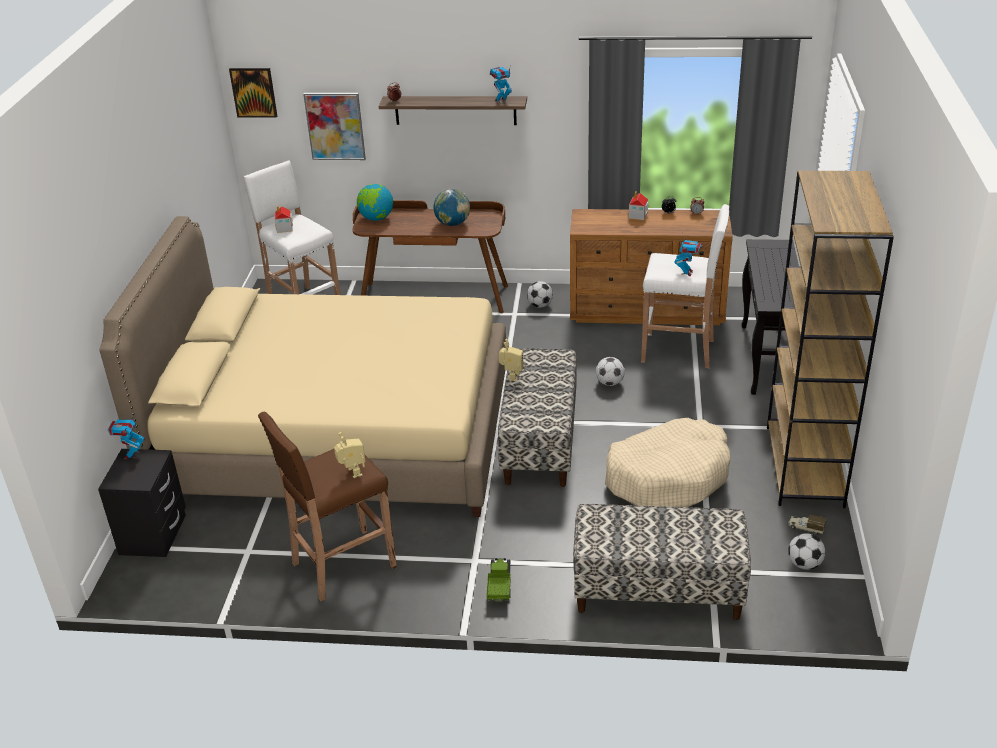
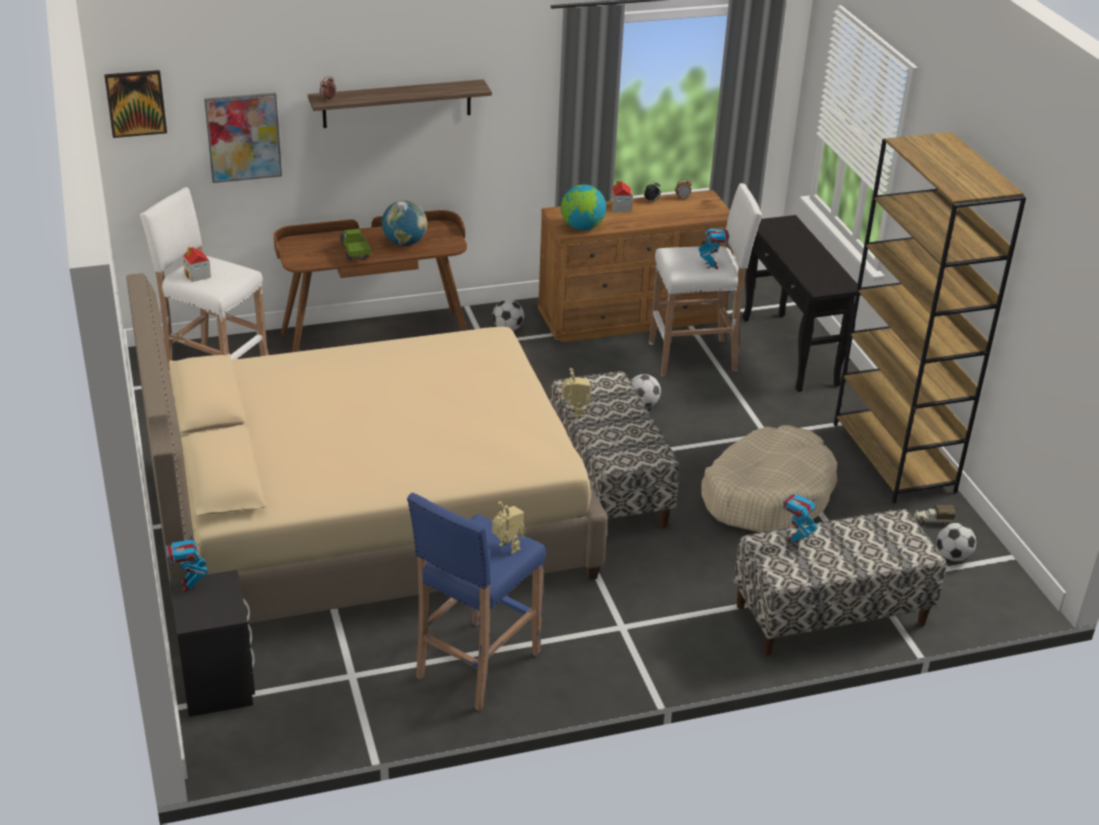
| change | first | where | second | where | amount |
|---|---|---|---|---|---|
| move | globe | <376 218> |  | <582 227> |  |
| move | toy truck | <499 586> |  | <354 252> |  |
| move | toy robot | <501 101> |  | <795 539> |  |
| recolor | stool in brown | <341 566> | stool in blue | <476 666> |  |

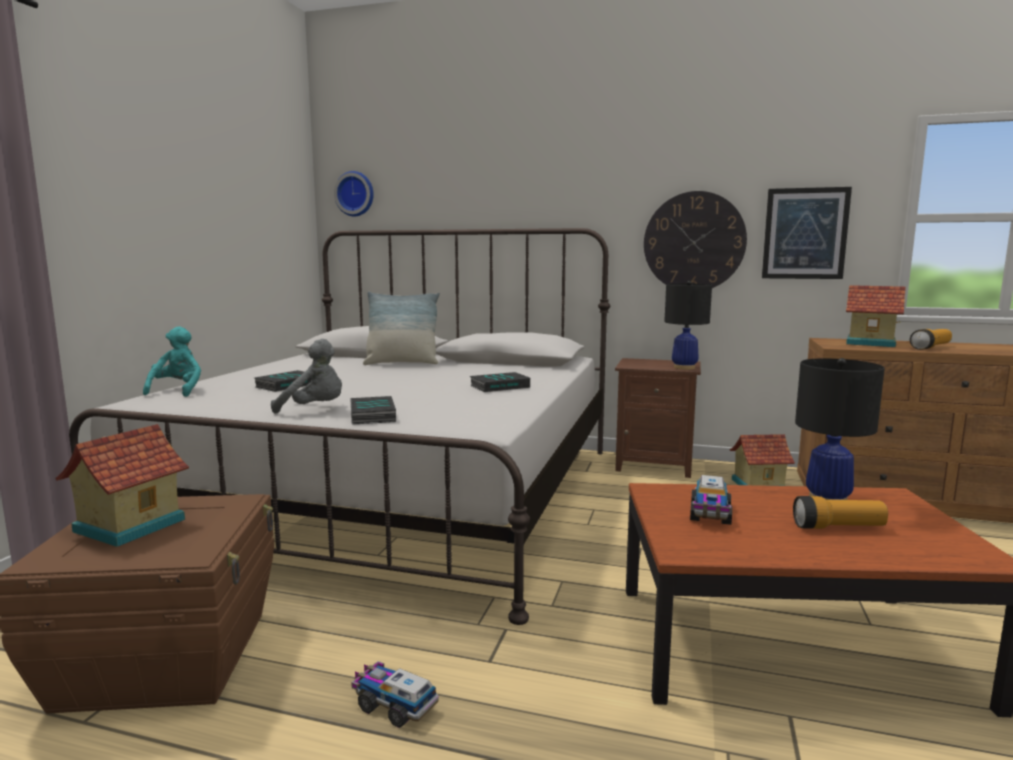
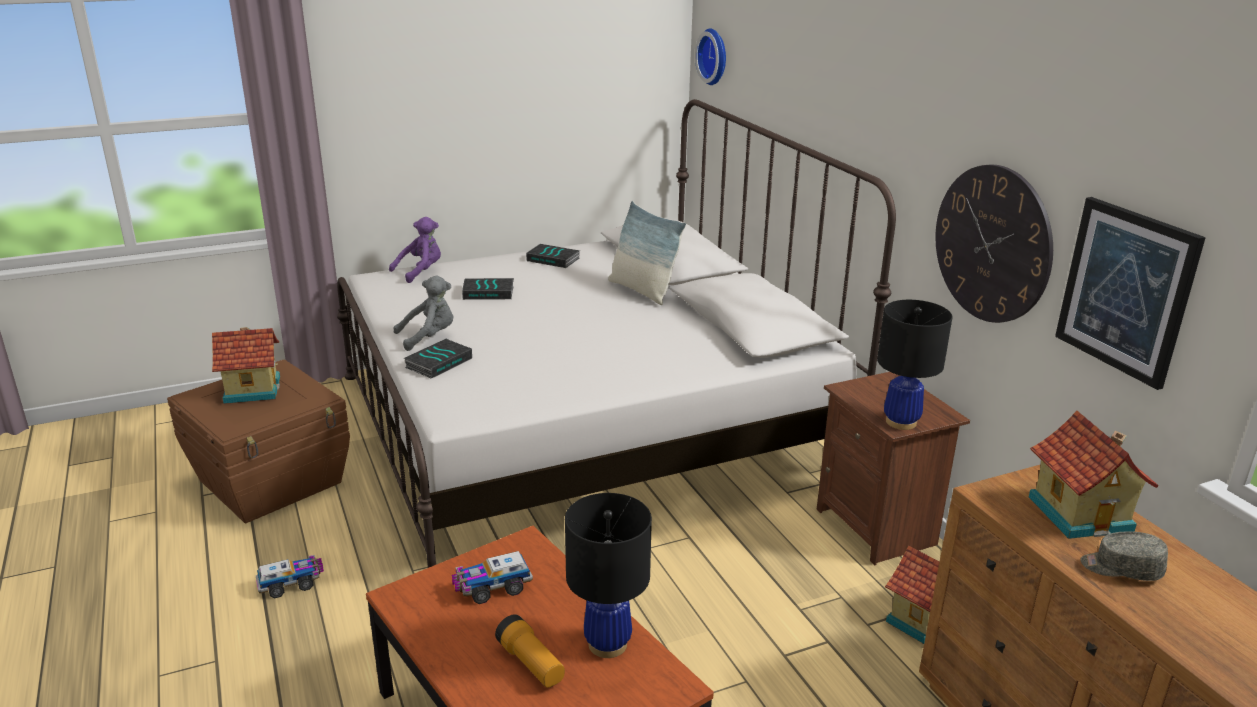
| change | first | where | second | where | amount |
|---|---|---|---|---|---|
| move | book | <500 386> |  | <554 259> |  |
| replace | flashlight | <931 347> | cap in grey | <1121 568> |  |
| recolor | plush toy in turquoise | <178 391> | plush toy in purple | <420 272> |  |
| rotate | plush toy in grey | <315 409> |  | <429 337> | 90 degrees counterclockwise |
| rotate | toy truck | <393 705> |  | <291 584> | 75 degrees clockwise |

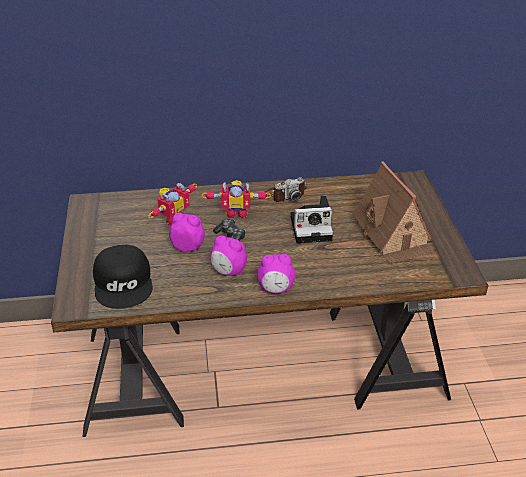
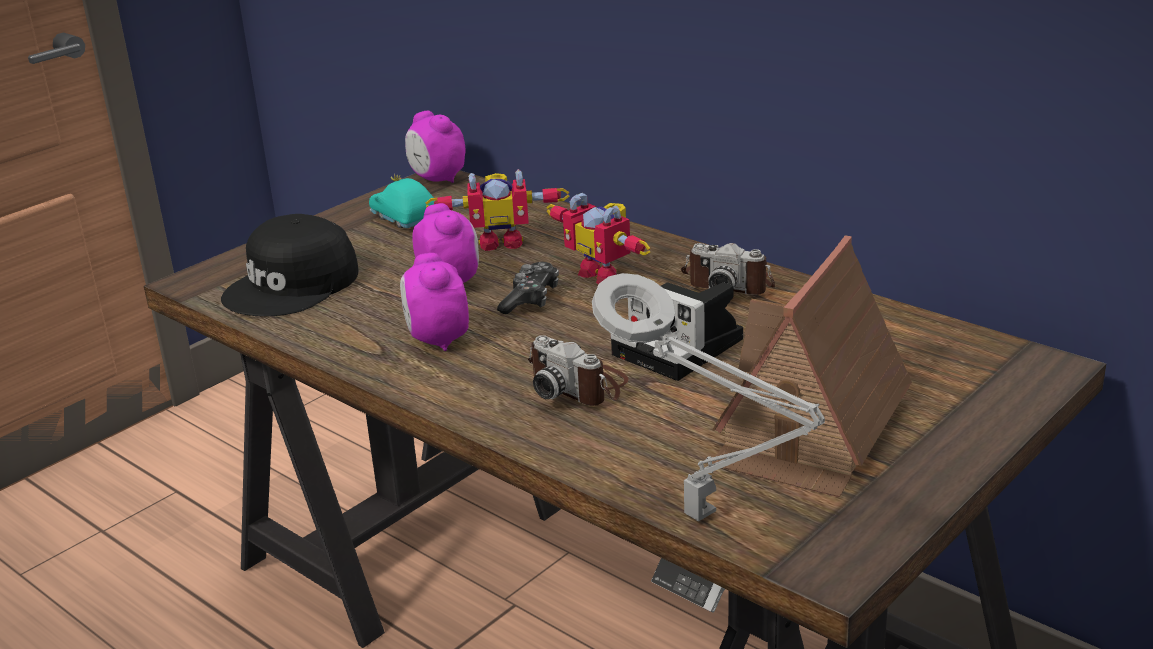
| change | first | where | second | where | amount |
|---|---|---|---|---|---|
| insert |  |  | toy car in turquoise | <404 219> |  |
| insert |  |  | photo camera | <579 385> |  |
| insert |  |  | table lamp in grey | <706 519> |  |
| move | alarm clock | <276 289> |  | <437 179> |  |

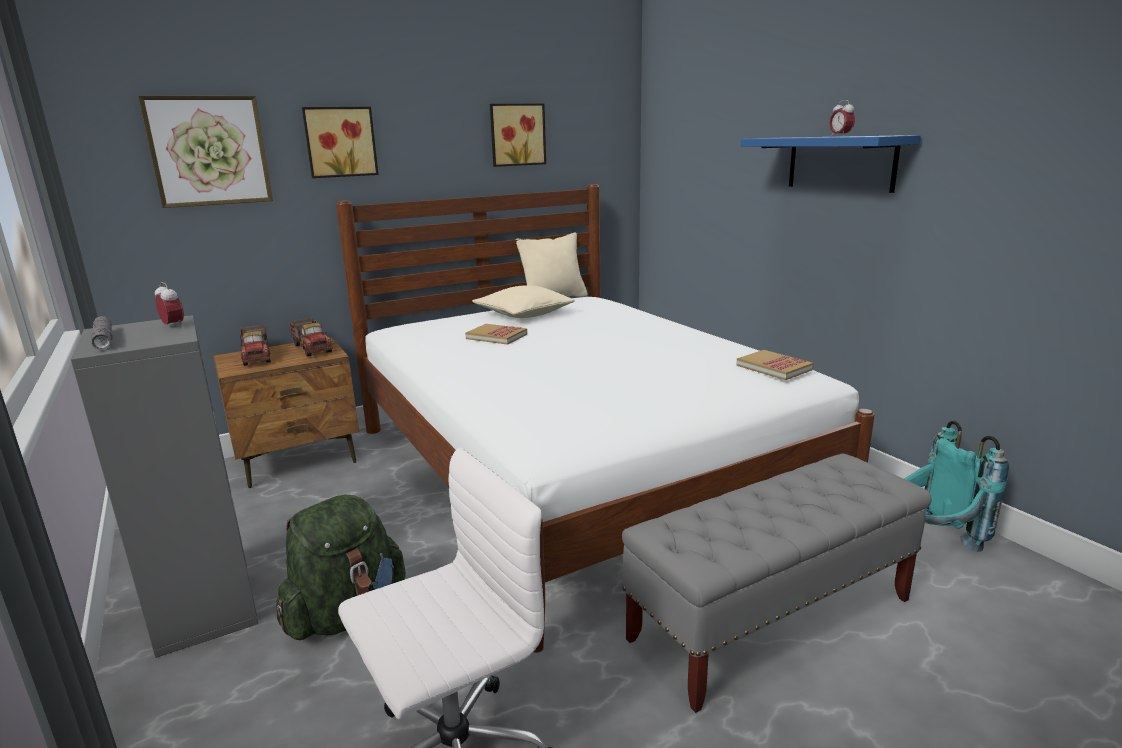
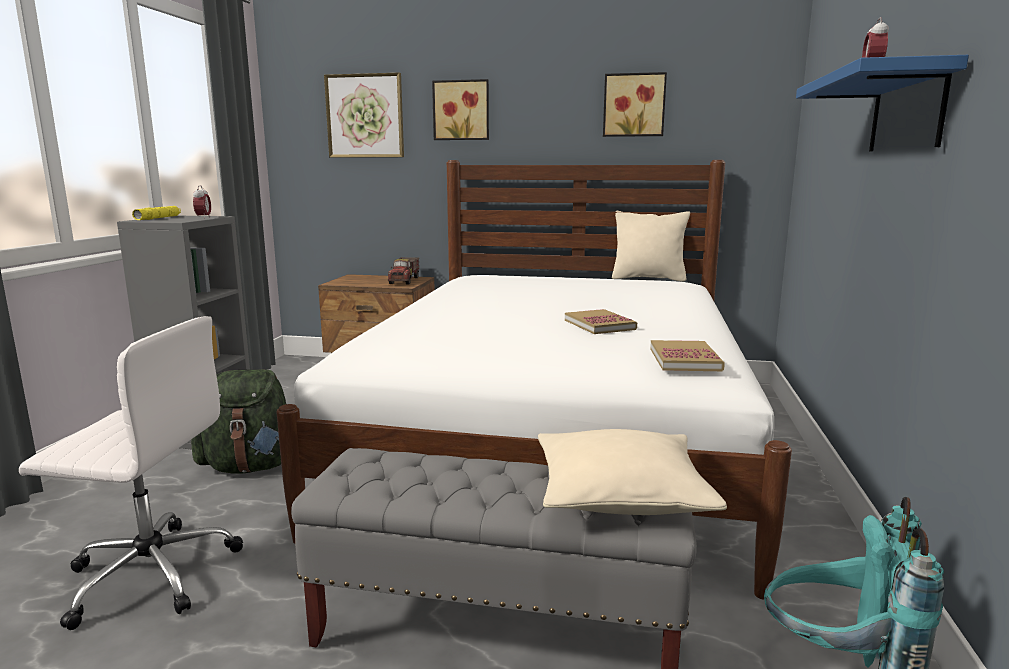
| change | first | where | second | where | amount |
|---|---|---|---|---|---|
| delete | toy truck | <257 357> |  |  |  |
| move | book | <496 336> |  | <599 325> |  |
| move | pillow in beige | <524 314> |  | <621 494> |  |
| recolor | flashlight in grey | <104 340> | flashlight in yellow | <158 218> |  |

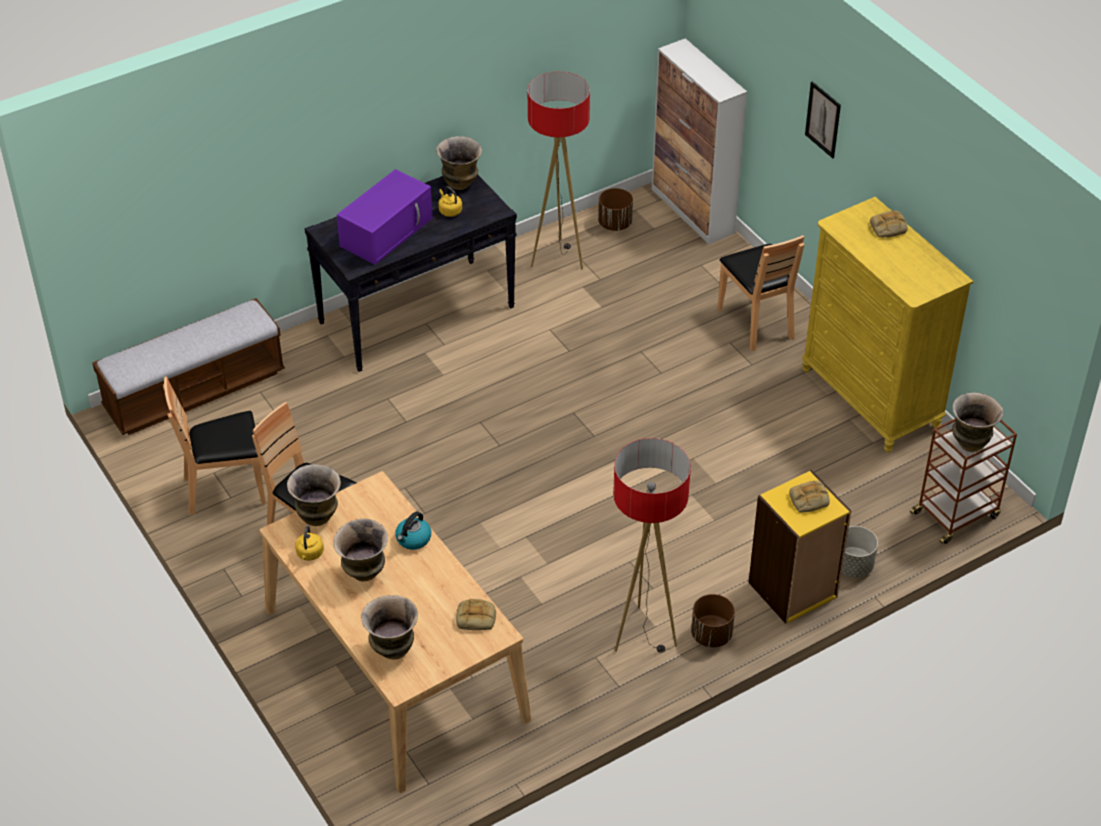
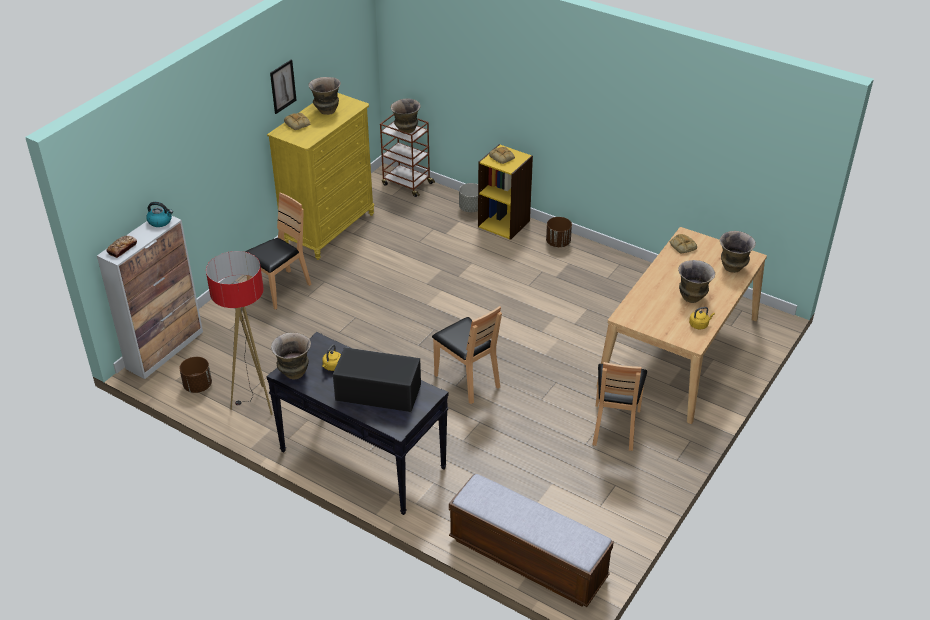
| change | first | where | second | where | amount |
|---|---|---|---|---|---|
| delete | floor lamp | <643 635> |  |  |  |
| insert |  |  | bread | <122 248> |  |
| move | chair in brown | <226 489> |  | <467 380> |  |
| move | vase | <317 516> |  | <326 111> |  |
| move | kettle | <413 539> |  | <160 221> |  |
| move | picture | <823 119> |  | <283 86> |  |
| recolor | microwave in purple | <387 231> | microwave in black | <377 392> |  |

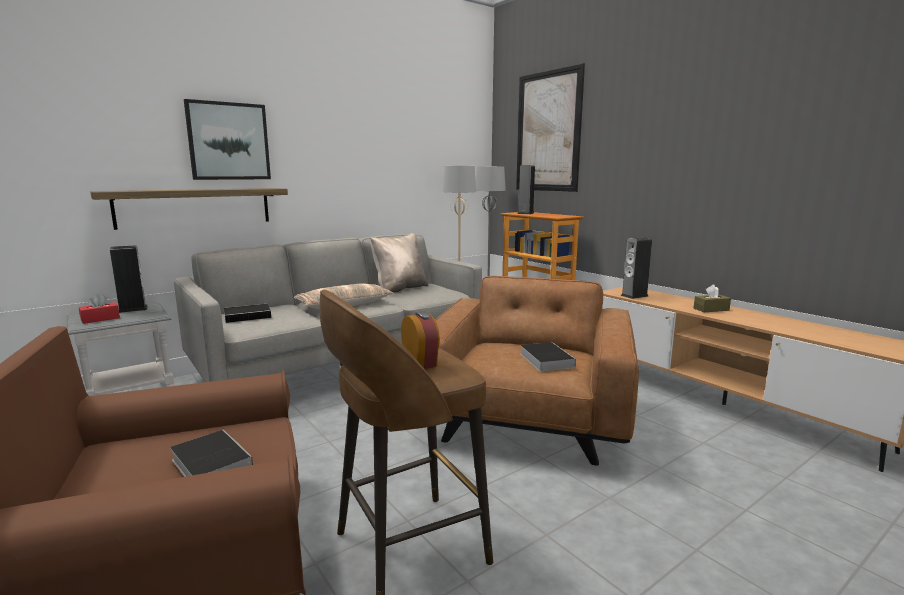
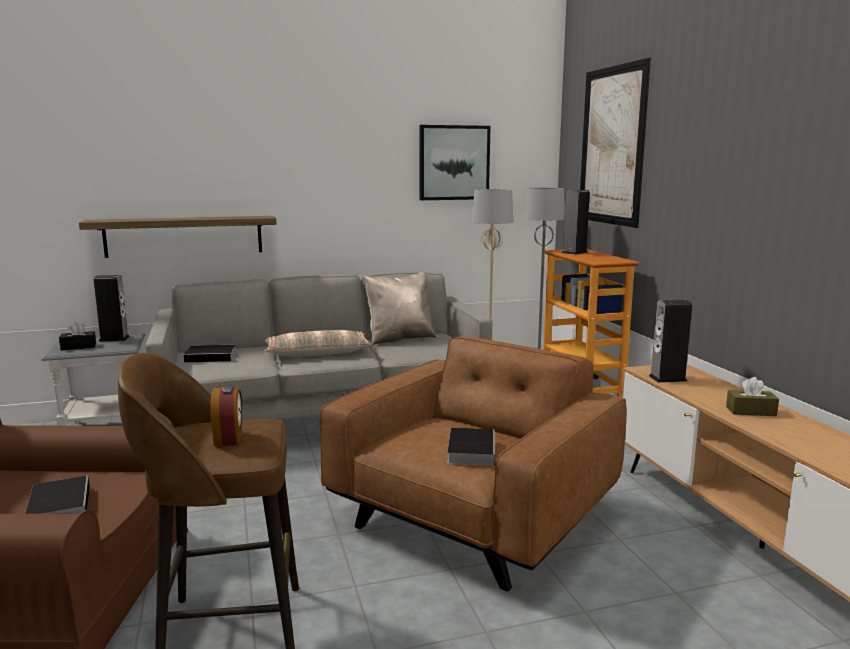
| change | first | where | second | where | amount |
|---|---|---|---|---|---|
| move | picture | <228 141> |  | <454 163> |  |
| recolor | tissue box in red | <100 319> | tissue box in black | <78 347> |  |

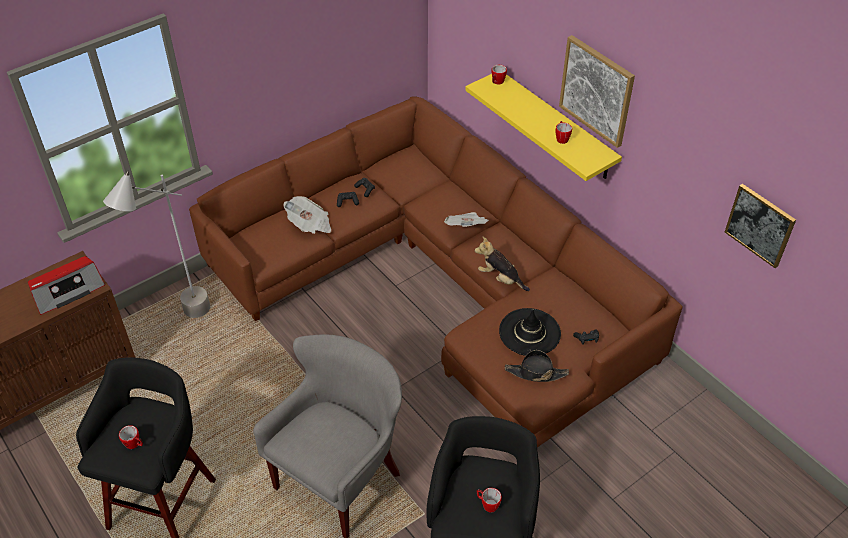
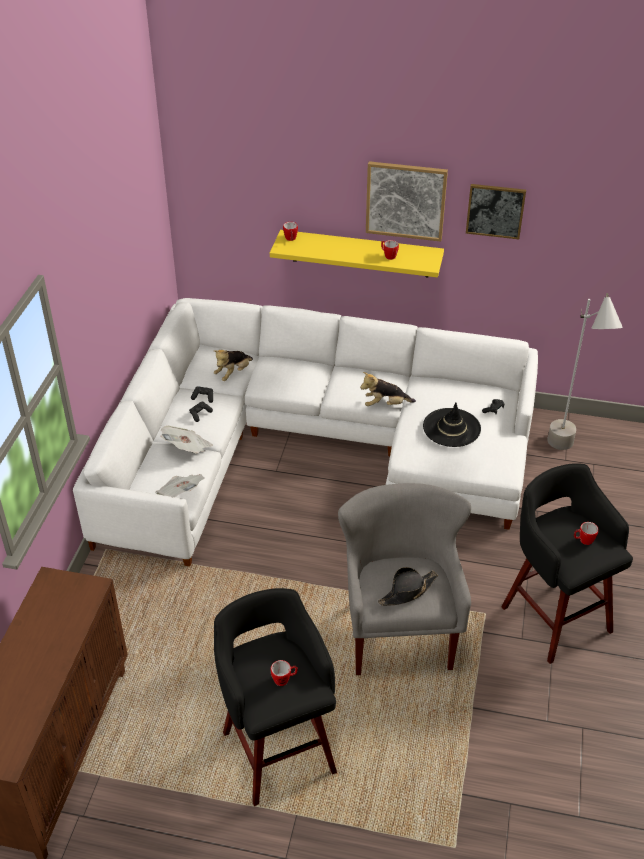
| change | first | where | second | where | amount |
|---|---|---|---|---|---|
| delete | radio | <67 291> |  |  |  |
| insert |  |  | plush toy | <233 373> |  |
| move | floor lamp in grey | <181 323> |  | <567 456> |  |
| move | newspaper | <466 228> |  | <180 494> |  |
| move | hat in black | <535 373> |  | <407 591> |  |
| move | picture | <760 225> |  | <495 210> |  |
| recolor | sofa in brown | <441 281> | sofa in white | <308 447> |  |

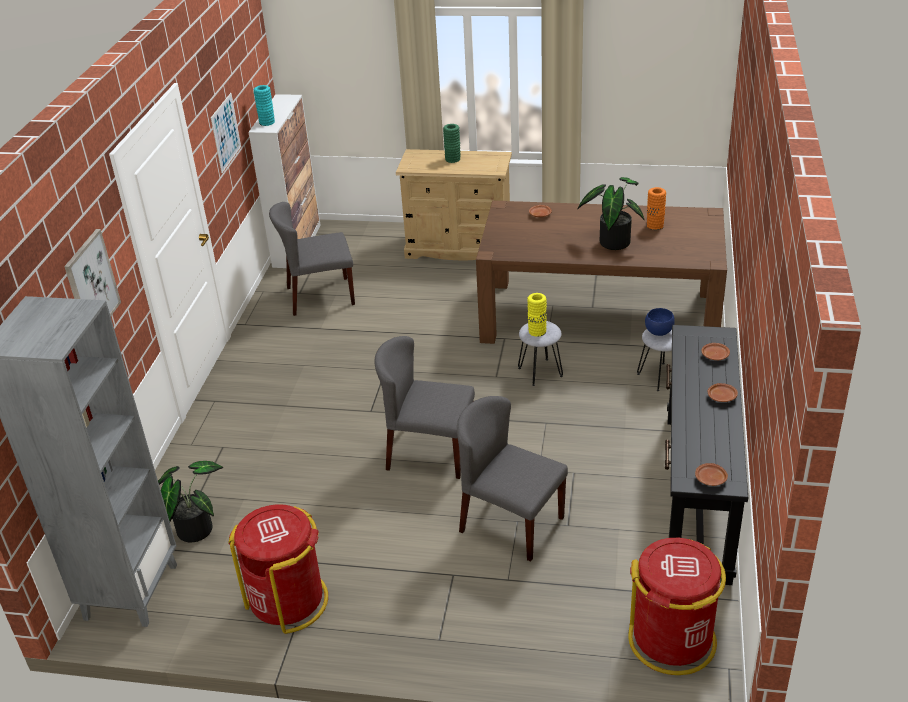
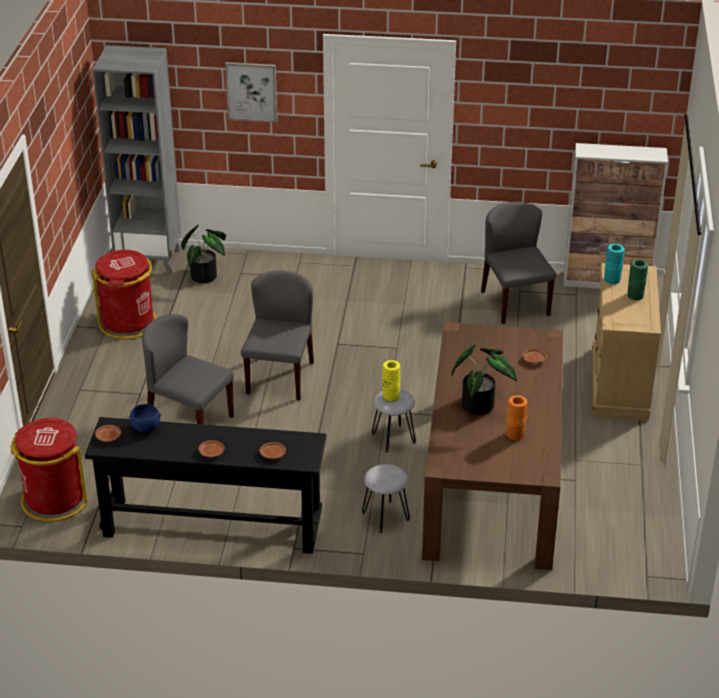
| change | first | where | second | where | amount |
|---|---|---|---|---|---|
| delete | picture | <226 132> |  |  |  |
| move | vase in turquoise | <267 122> |  | <612 279> |  |
| move | bowl in blue | <659 332> |  | <145 428> |  |
| rotate | chair in grey | <510 524> |  | <189 421> | 90 degrees counterclockwise |

